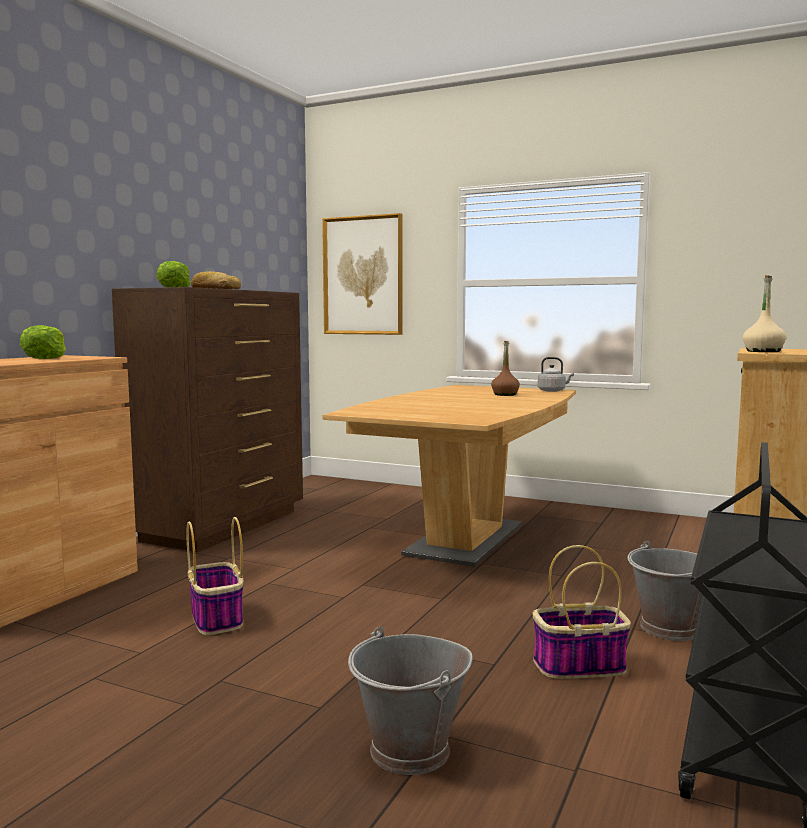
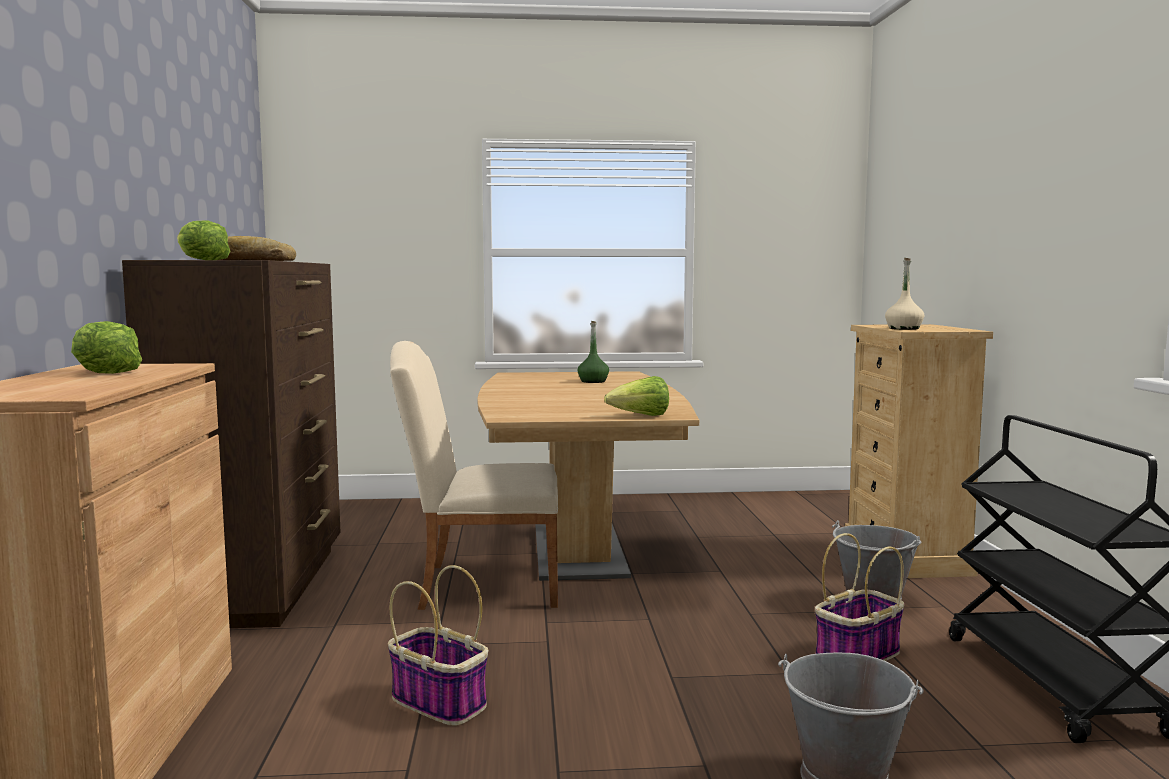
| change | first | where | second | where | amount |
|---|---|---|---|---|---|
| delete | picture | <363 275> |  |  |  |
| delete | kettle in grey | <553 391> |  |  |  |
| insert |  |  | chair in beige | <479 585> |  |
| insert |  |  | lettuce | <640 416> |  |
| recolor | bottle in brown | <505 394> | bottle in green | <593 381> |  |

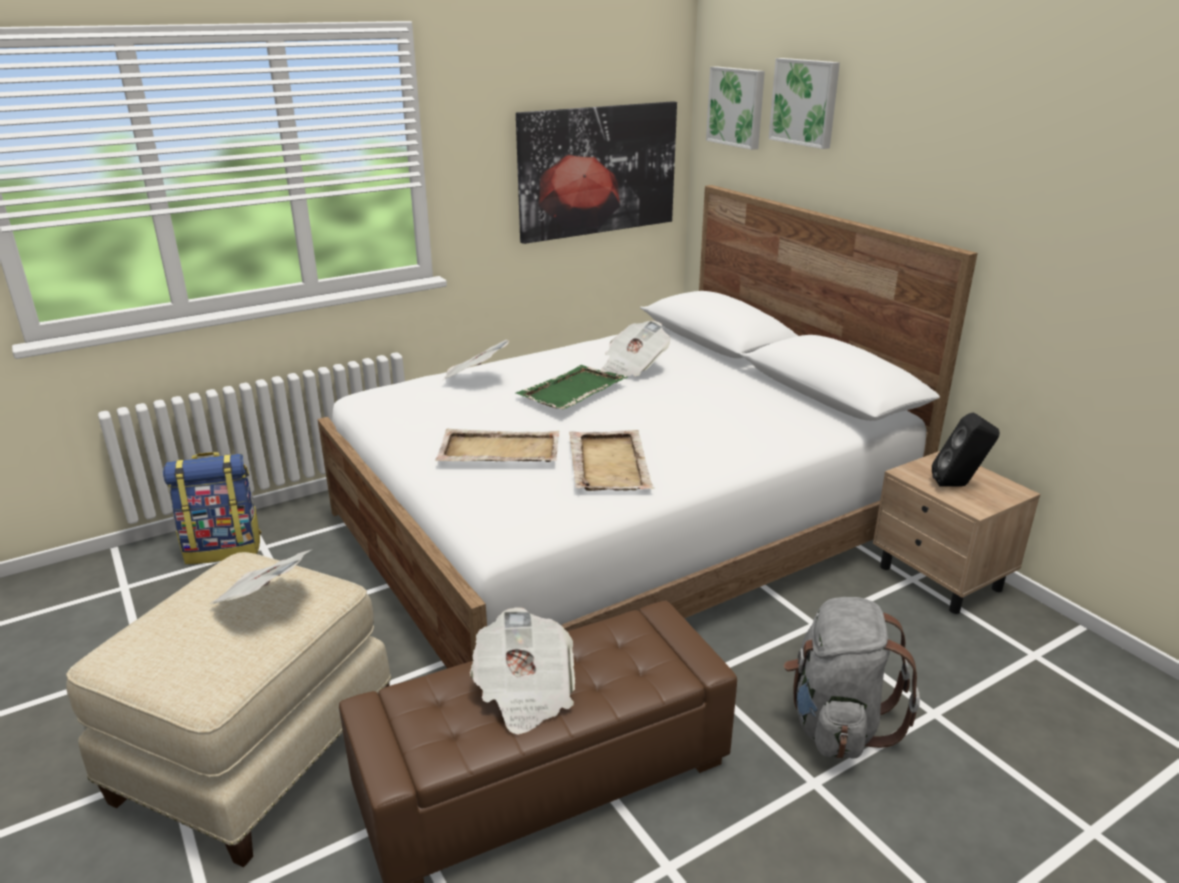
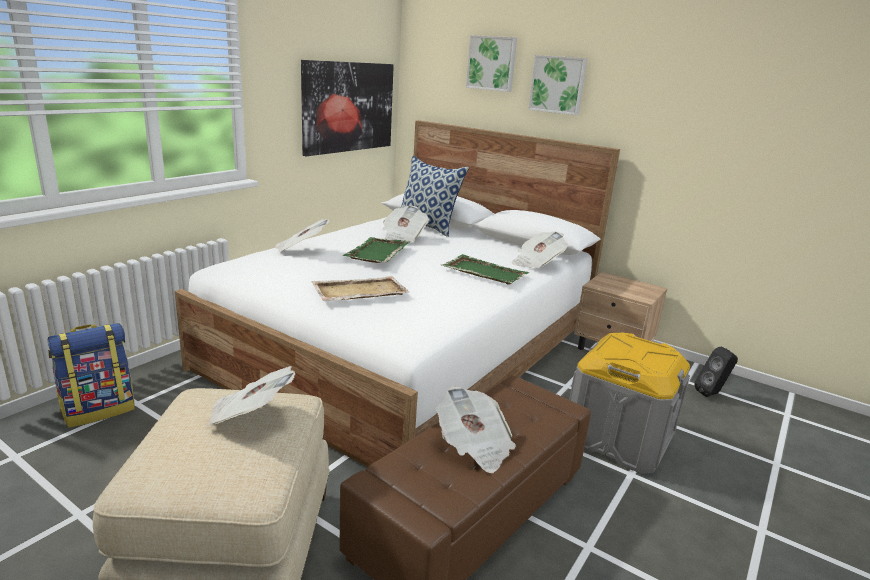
| change | first | where | second | where | amount |
|---|---|---|---|---|---|
| delete | tray in beige | <609 463> |  |  |  |
| insert |  |  | pillow | <427 227> |  |
| insert |  |  | tray in green | <484 272> |  |
| insert |  |  | newspaper | <536 263> |  |
| move | picture | <737 107> |  | <558 84> |  |
| move | speaker in black | <958 485> |  | <712 393> |  |
| replace | backpack in grey | <836 723> | storage box in grey | <618 438> |  |

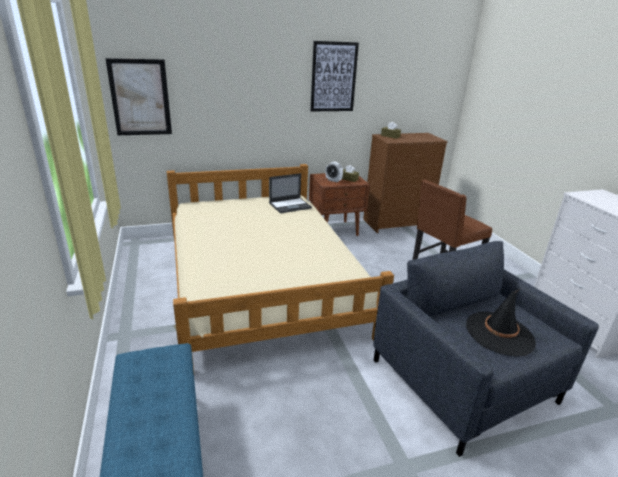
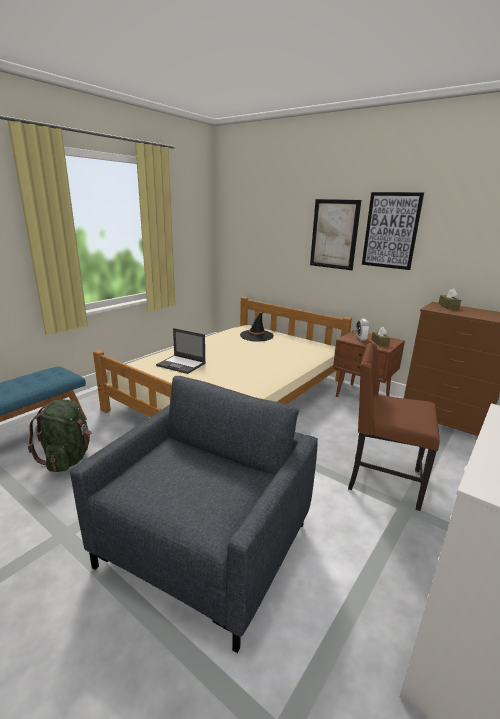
| change | first | where | second | where | amount |
|---|---|---|---|---|---|
| insert |  |  | backpack in green | <68 458> |  |
| move | picture | <140 98> |  | <334 234> |  |
| move | laptop | <290 205> |  | <181 364> |  |
| move | hat in black | <499 333> |  | <256 336> |  |

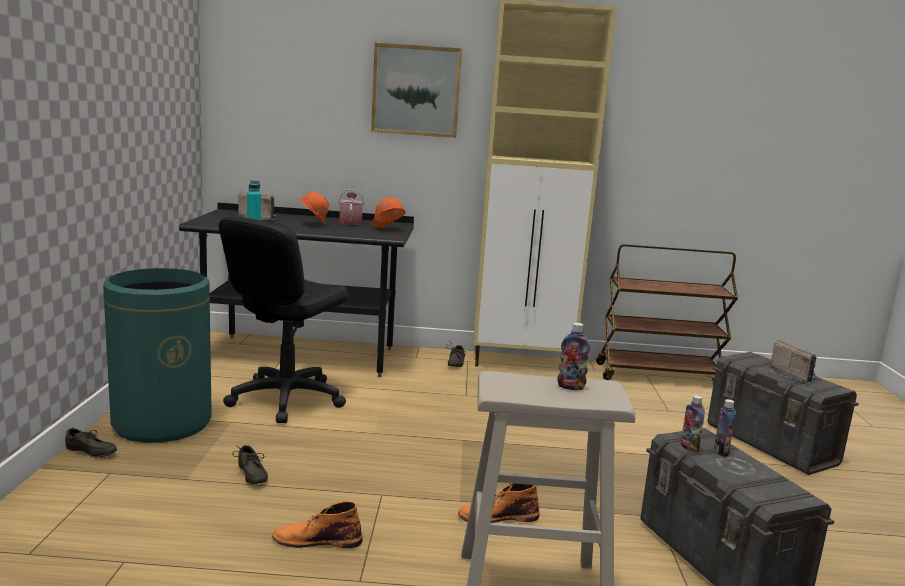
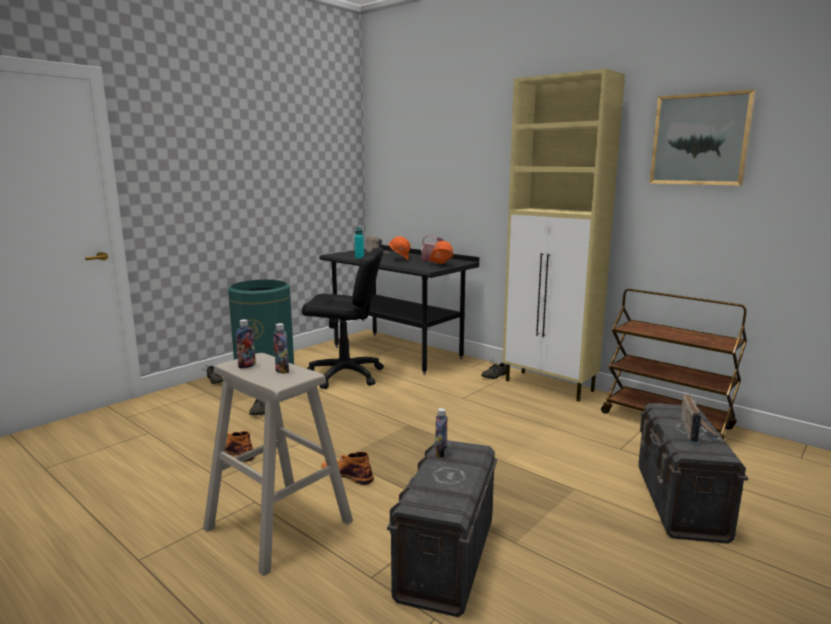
| change | first | where | second | where | amount |
|---|---|---|---|---|---|
| move | picture | <416 90> |  | <700 139> |  |
| move | bottle | <721 452> |  | <247 366> |  |
| rotate | office chair in black | <286 399> |  | <345 375> | 150 degrees counterclockwise |

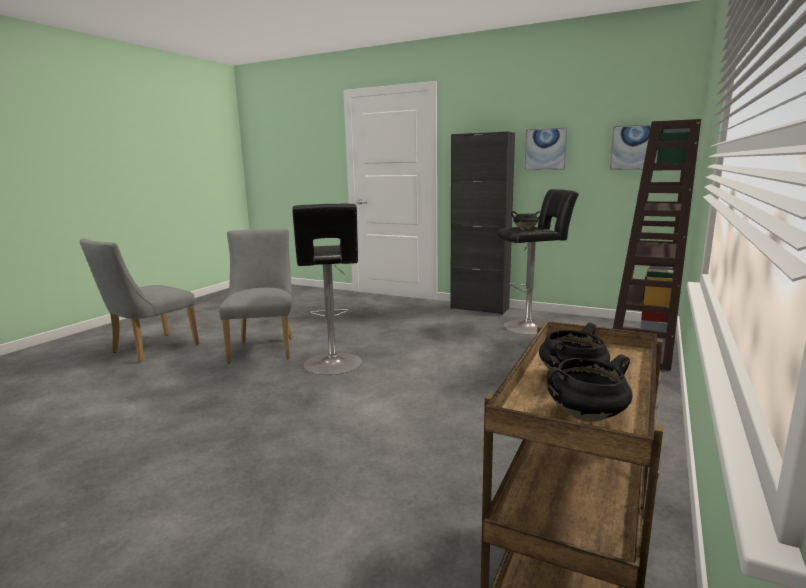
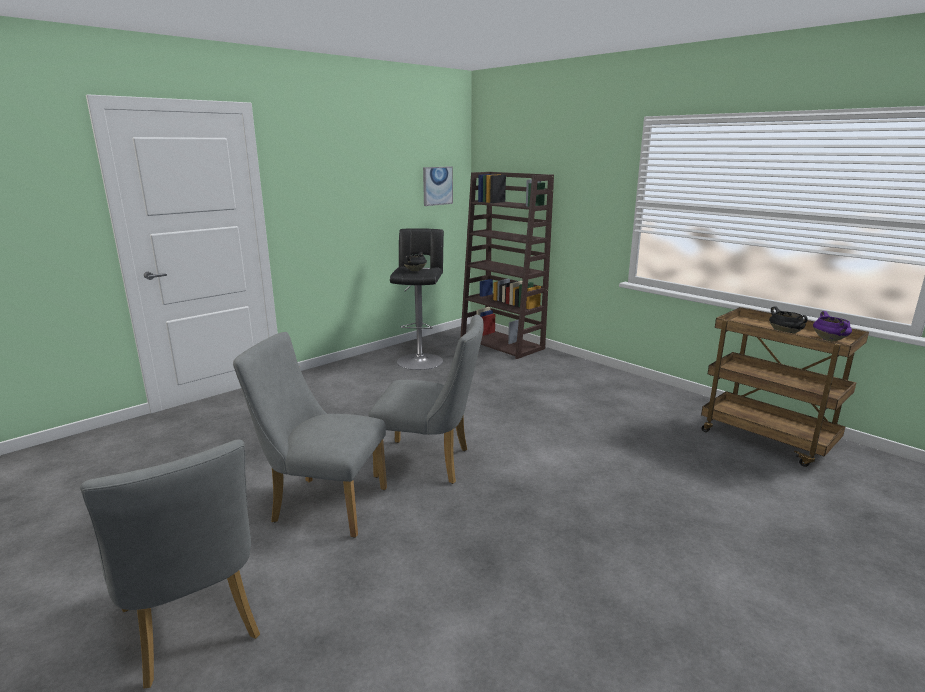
| change | first | where | second | where | amount |
|---|---|---|---|---|---|
| delete | cabinet in black | <479 308> |  |  |  |
| delete | picture | <545 149> |  |  |  |
| replace | stool in black | <333 365> | chair in grey | <430 463> |  |
| recolor | cooking pot in black | <586 417> | cooking pot in purple | <830 340> |  |

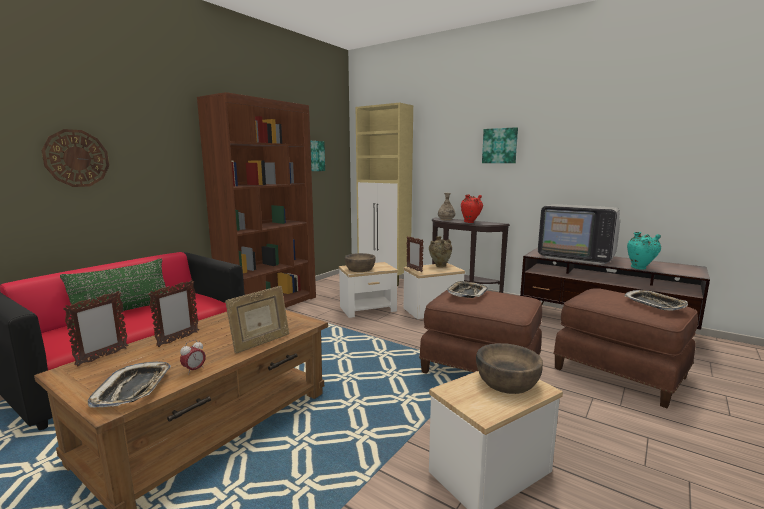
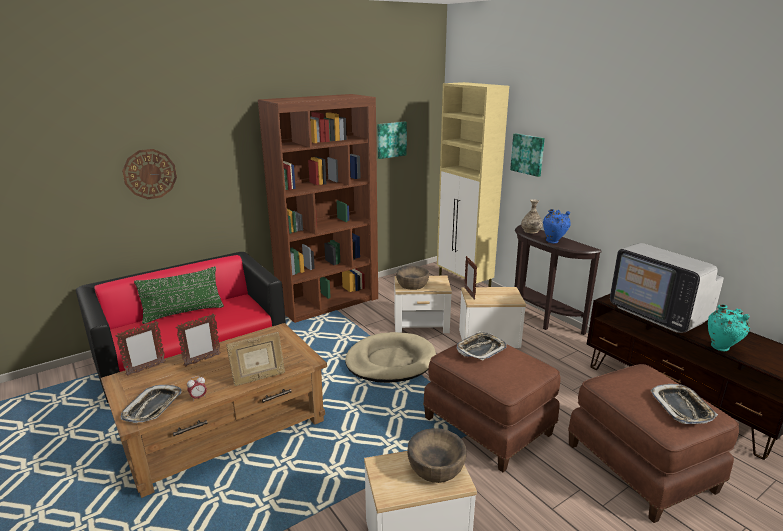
| change | first | where | second | where | amount |
|---|---|---|---|---|---|
| delete | vase in beige | <440 266> |  |  |  |
| insert |  |  | dog bed in beige | <390 361> |  |
| move | picture | <500 145> |  | <528 154> |  |
| recolor | vase in red | <470 222> | vase in blue | <554 242> |  |

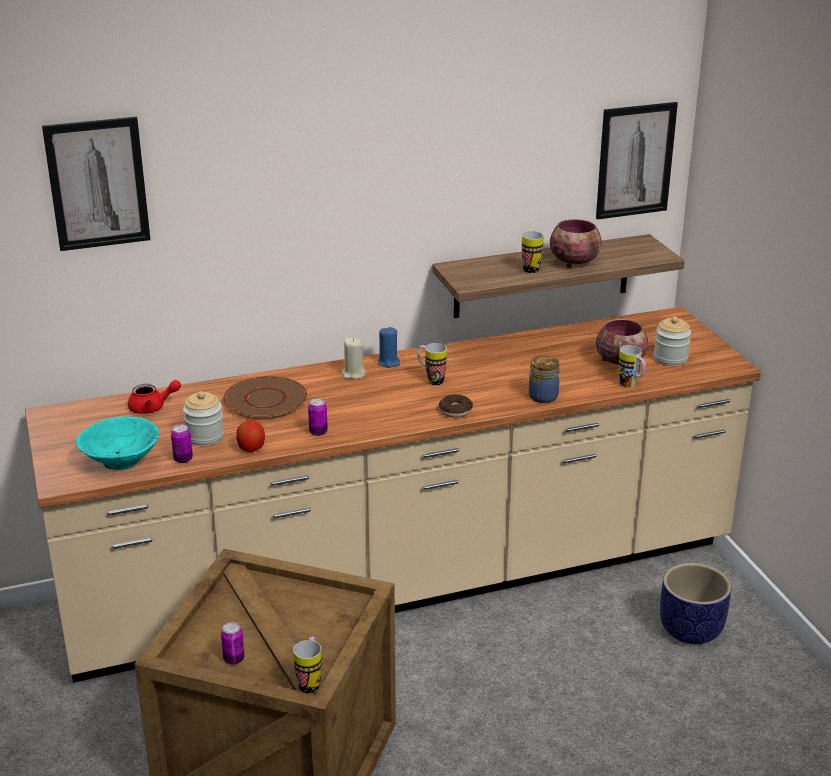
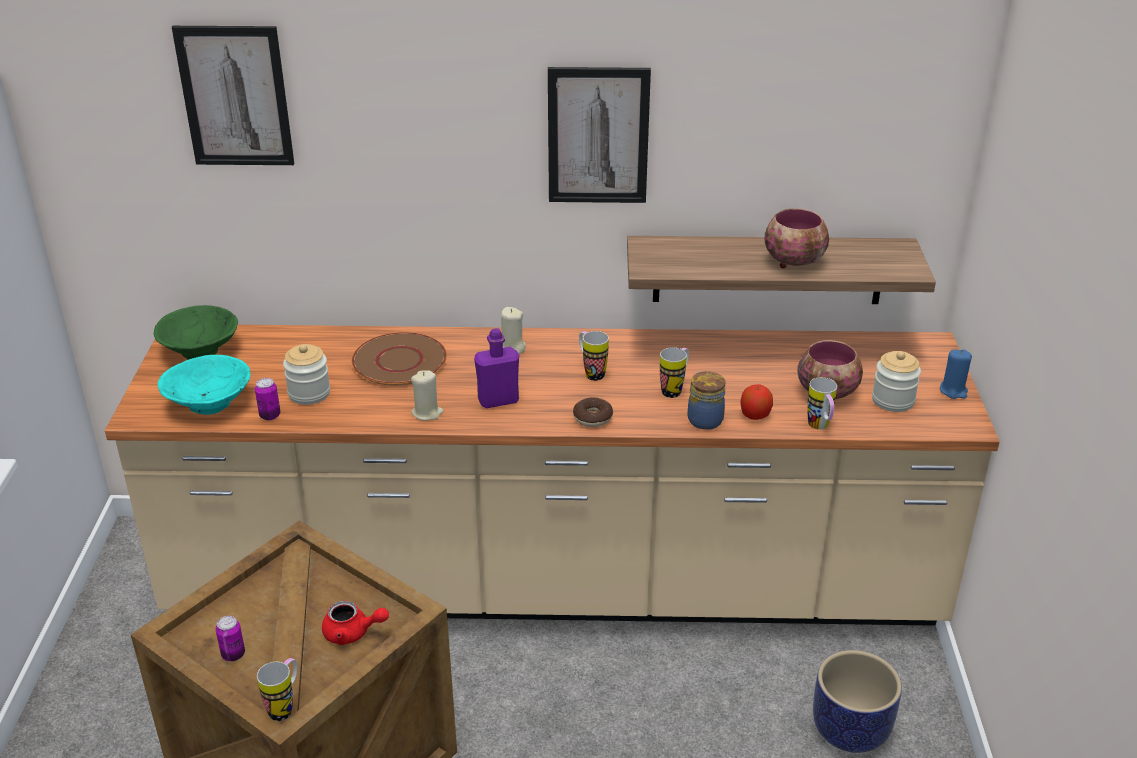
| change | first | where | second | where | amount |
|---|---|---|---|---|---|
| insert |  |  | bowl in green | <201 351> |  |
| insert |  |  | bottle in purple | <498 400> |  |
| move | teapot in red | <152 407> |  | <352 633> |  |
| move | apple | <251 449> |  | <755 416> |  |
| move | candle in blue | <389 362> |  | <953 391> |  |
| move | mug | <532 268> |  | <675 389> |  |
| move | picture | <635 160> |  | <598 136> |  |
| replace | can | <318 432> | candle in beige | <427 413> |  |

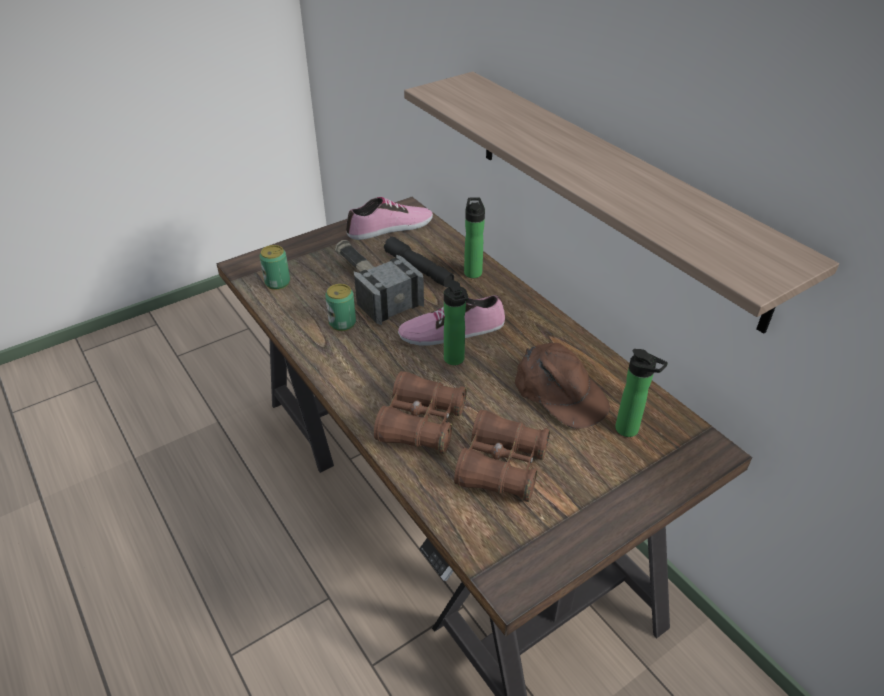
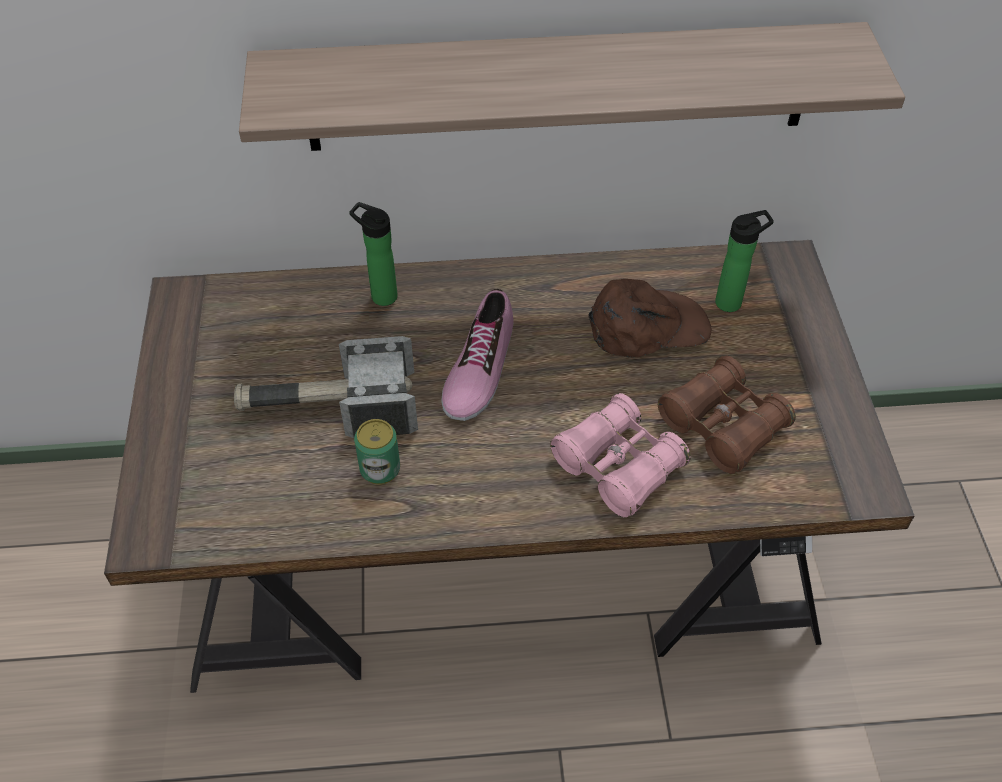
| change | first | where | second | where | amount |
|---|---|---|---|---|---|
| delete | can | <277 283> |  |  |  |
| delete | shoe | <390 228> |  |  |  |
| delete | flashlight in black | <418 269> |  |  |  |
| delete | bottle | <455 361> |  |  |  |
| recolor | binoculars in brown | <421 424> | binoculars in pink | <618 466> |  |

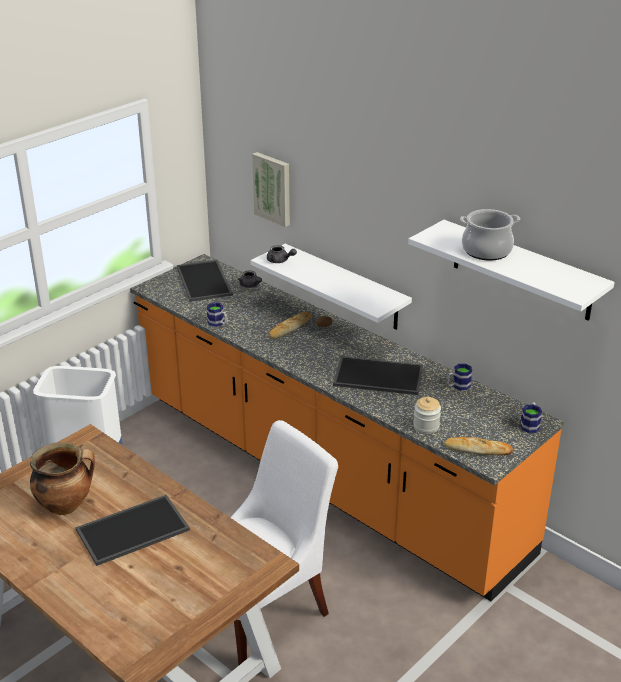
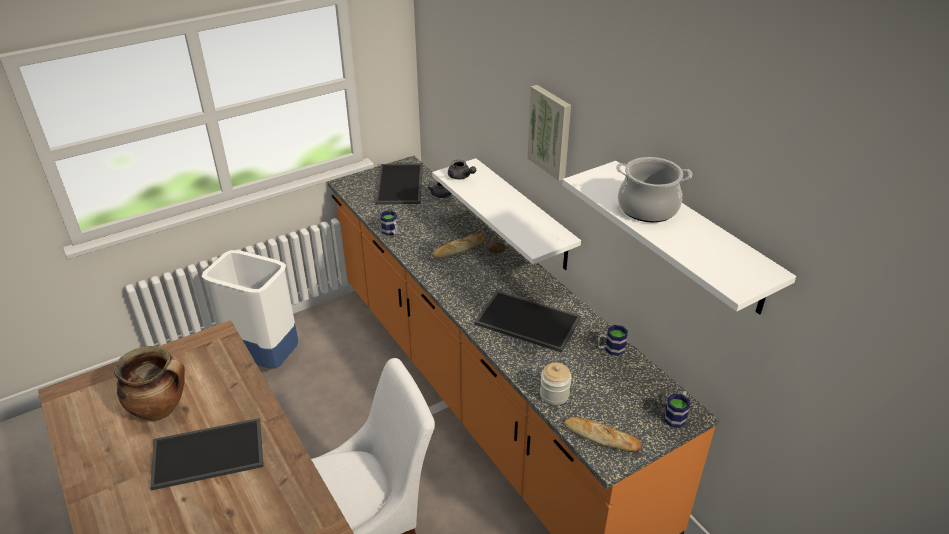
| change | first | where | second | where | amount |
|---|---|---|---|---|---|
| move | picture | <273 188> |  | <551 132> |  |

